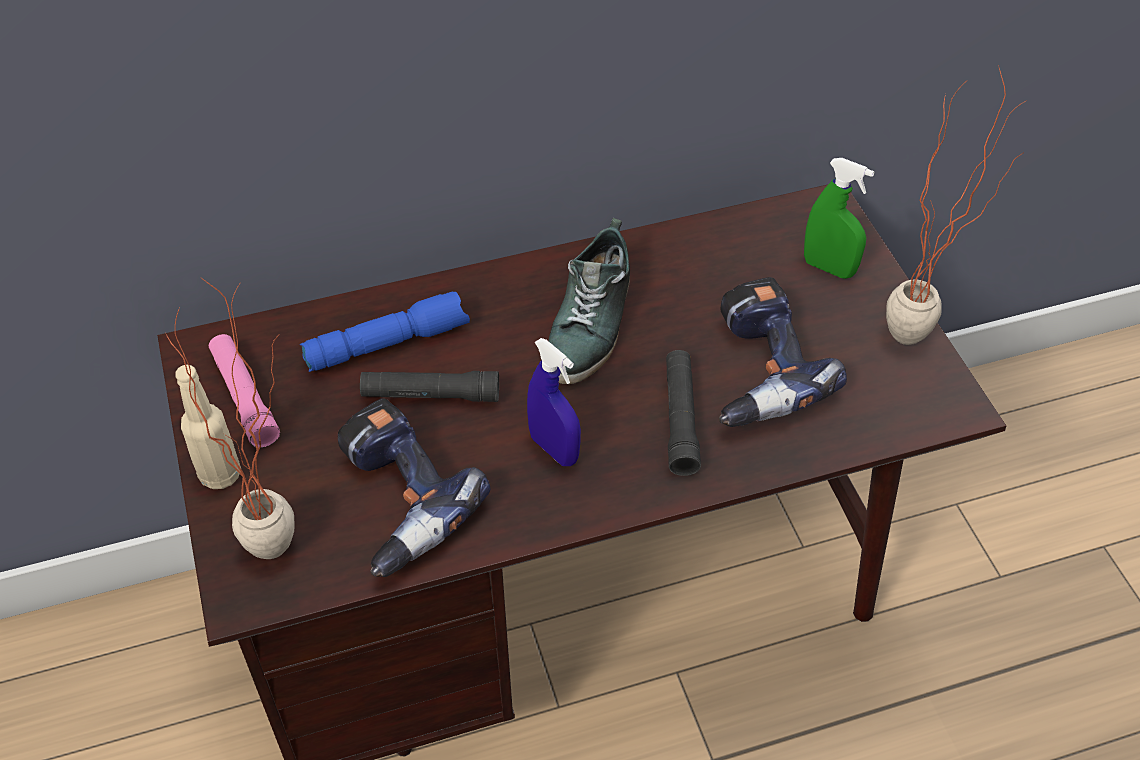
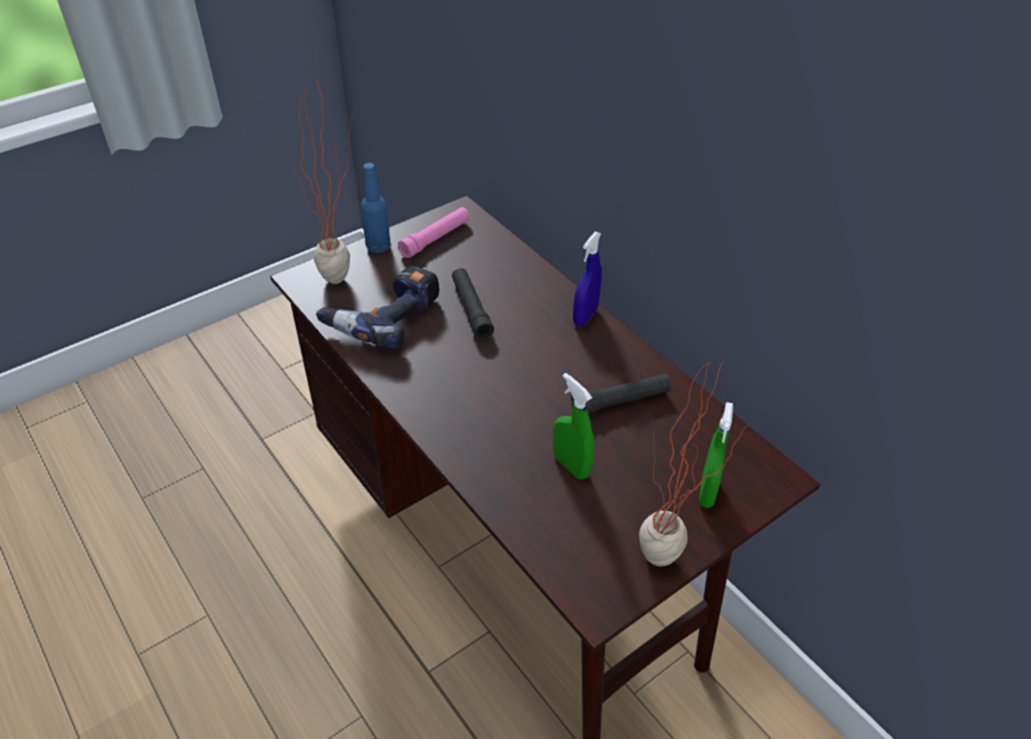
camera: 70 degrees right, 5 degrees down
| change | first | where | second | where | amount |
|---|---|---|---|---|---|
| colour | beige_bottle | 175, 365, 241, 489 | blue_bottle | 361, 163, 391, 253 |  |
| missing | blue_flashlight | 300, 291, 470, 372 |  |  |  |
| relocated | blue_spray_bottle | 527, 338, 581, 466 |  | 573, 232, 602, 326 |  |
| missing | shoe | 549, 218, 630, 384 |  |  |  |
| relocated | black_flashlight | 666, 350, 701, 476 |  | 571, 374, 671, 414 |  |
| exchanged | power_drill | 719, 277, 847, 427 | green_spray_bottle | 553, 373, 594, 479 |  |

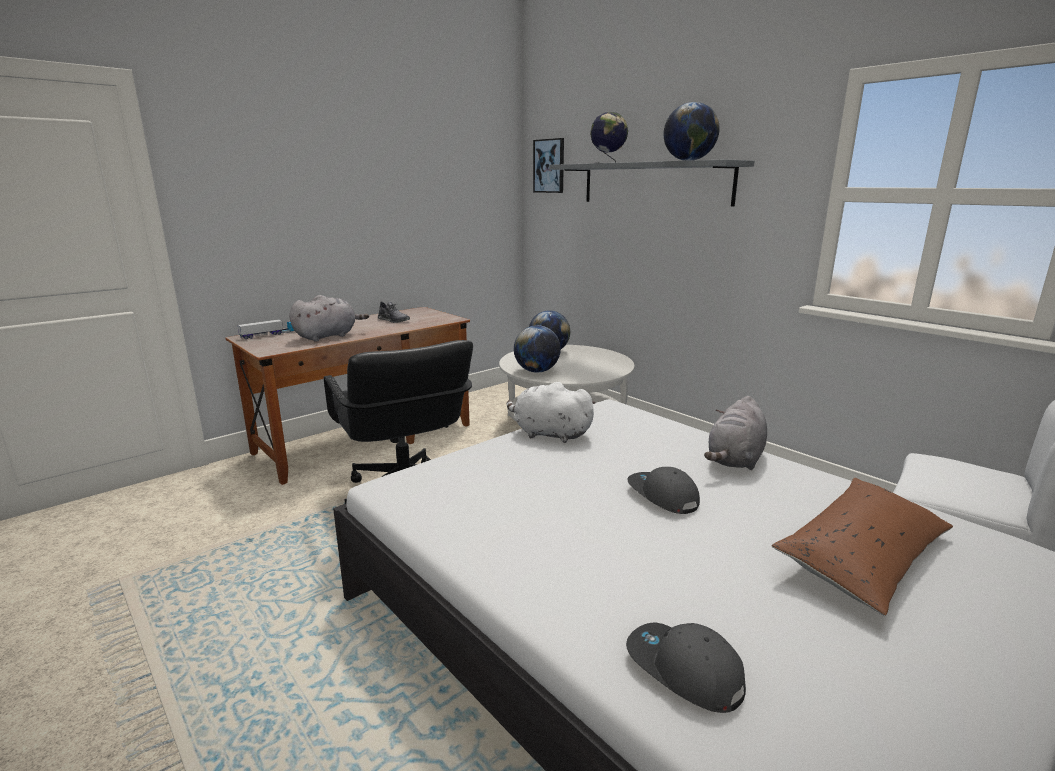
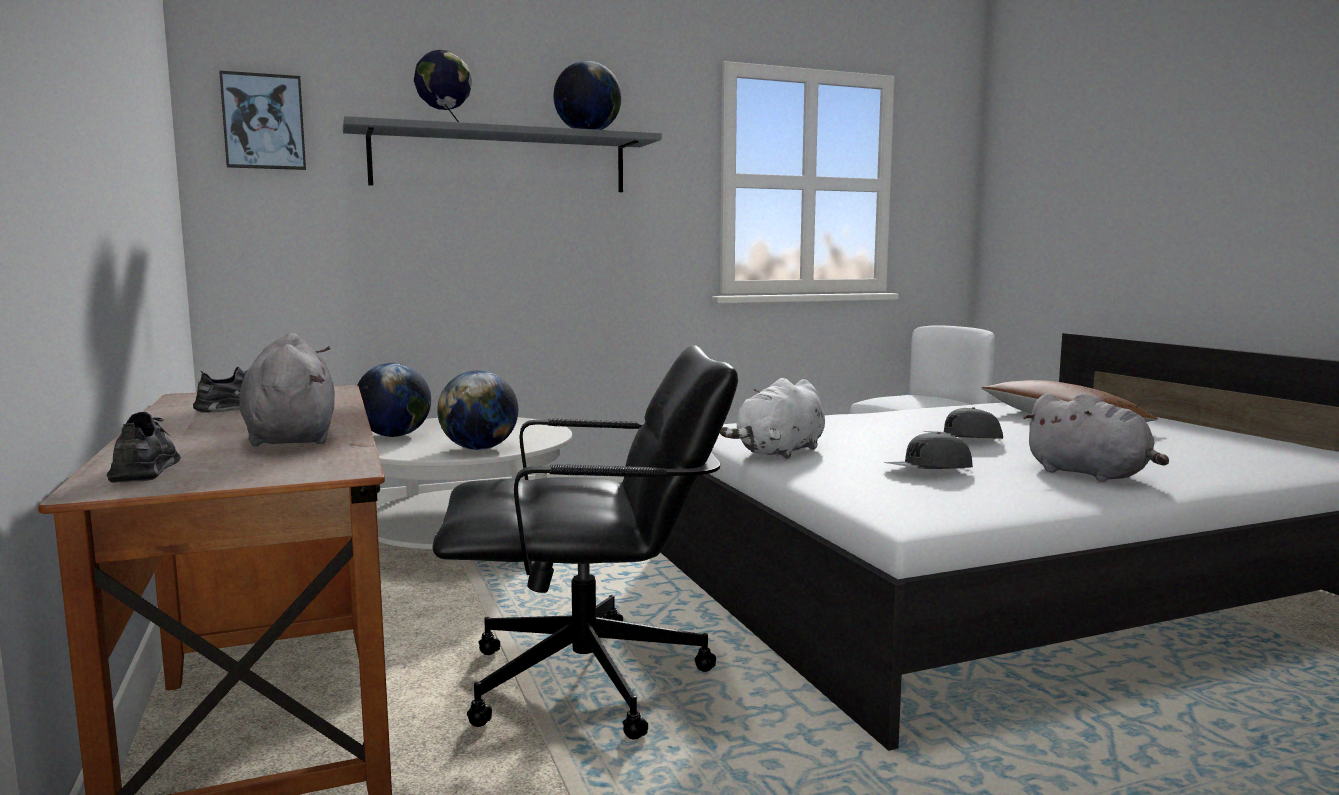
camera: 70 degrees left, 10 degrees down
| change | first | where | second | where | amount |
|---|---|---|---|---|---|
| exchanged | toy_truck | 238, 319, 294, 339 | grey_shoe | 107, 412, 181, 483 |  |
| relocated | grey_cap | 626, 623, 746, 713 |  | 884, 432, 973, 469 |  |
| relocated | grey_plush_toy | 704, 396, 767, 470 |  | 1023, 393, 1169, 482 |  |

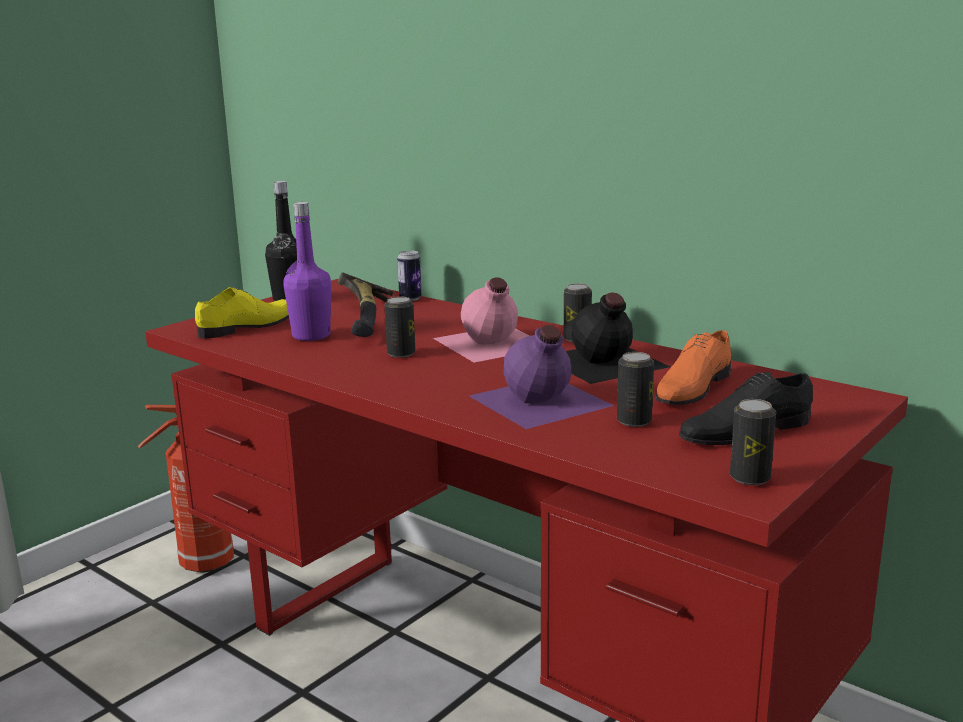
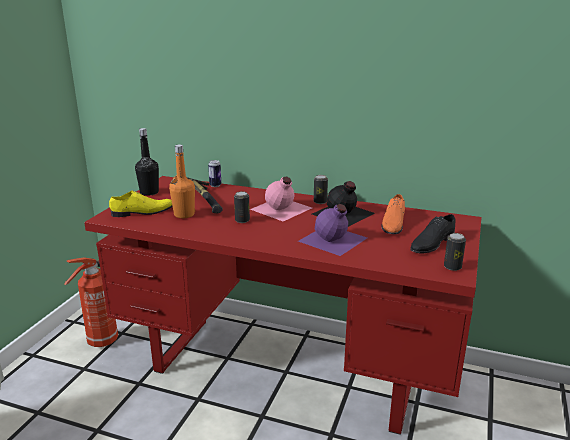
camera: 20 degrees left, 5 degrees up
| change | first | where | second | where | amount |
|---|---|---|---|---|---|
| spun | yellow_shoe | 195, 287, 289, 339 |  | 109, 191, 173, 217 | 45 degrees clockwise |
| colour | purple_bottle | 283, 202, 331, 341 | orange_bottle | 169, 145, 195, 218 |  |
| missing | can | 617, 352, 654, 427 |  |  |  |

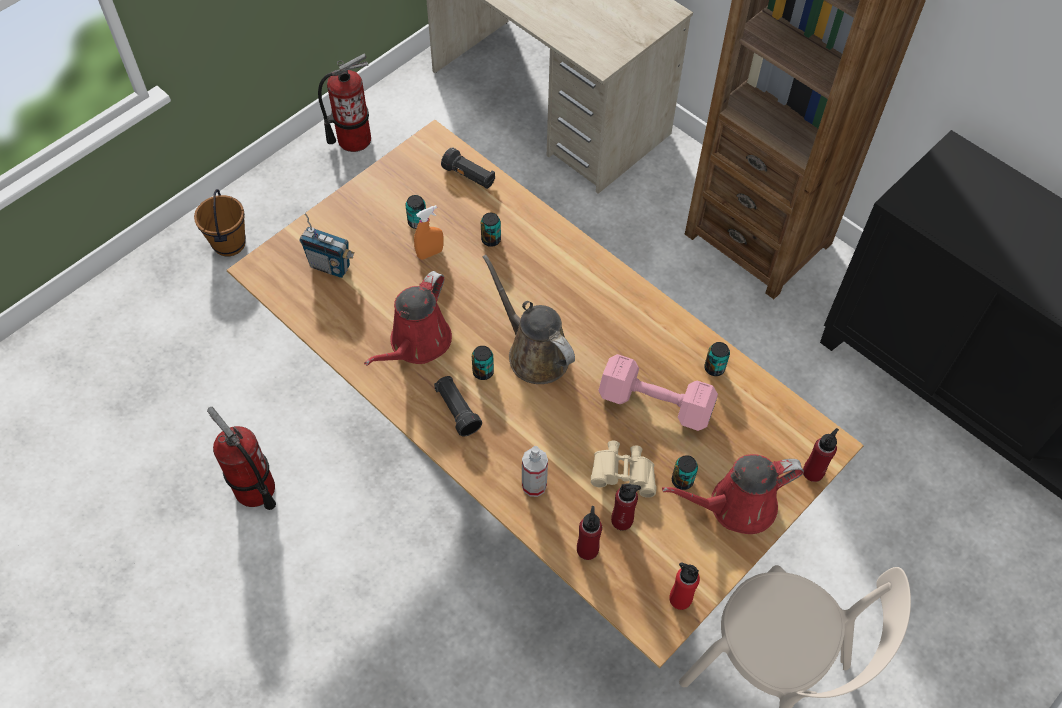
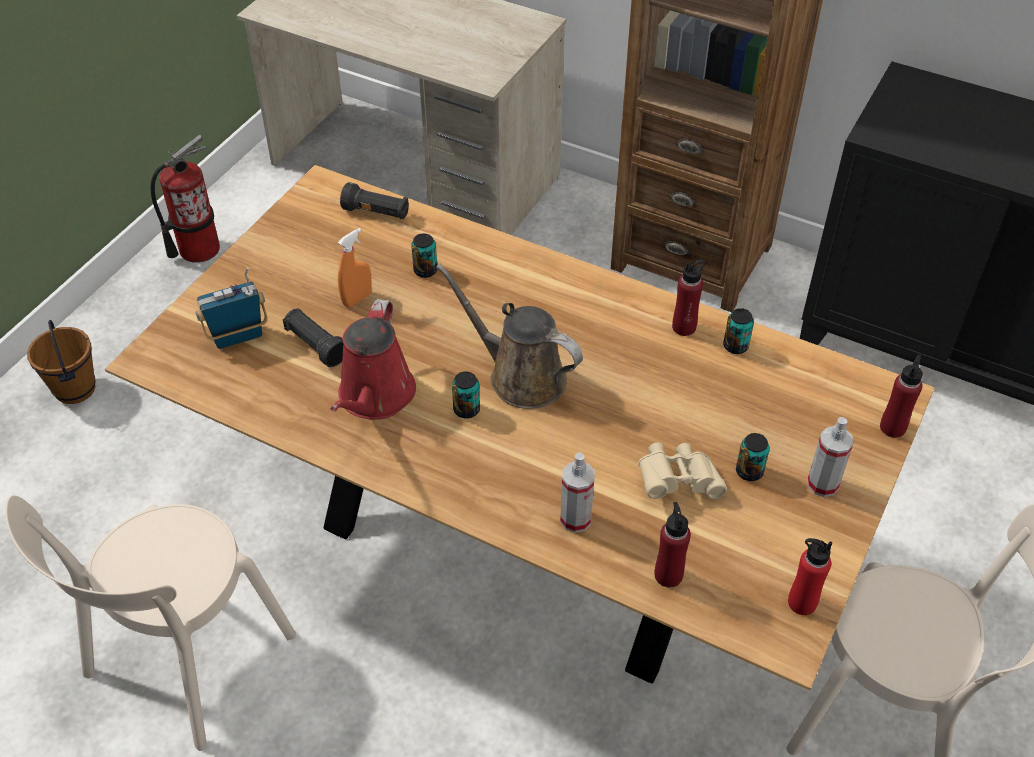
camera: 15 degrees left, 10 degrees down
| change | first | where | second | where | amount |
|---|---|---|---|---|---|
| exchanged | fire_extinguisher | 207, 407, 276, 510 | beige_chair | 5, 495, 296, 751 |  |
| spun | radio | 300, 213, 355, 278 |  | 195, 267, 268, 349 | 150 degrees clockwise |
| missing | can | 405, 195, 426, 229 |  |  |  |
| relocated | black_flashlight | 434, 376, 482, 436 |  | 283, 308, 343, 367 |  |
| missing | pink_dumbbell | 598, 354, 718, 431 |  |  |  |
| relocated | red_bottle | 611, 483, 641, 530 |  | 672, 259, 707, 336 |  |
| exchanged | red_watering_can | 662, 454, 804, 534 | spray_bottle | 807, 417, 853, 497 |  |

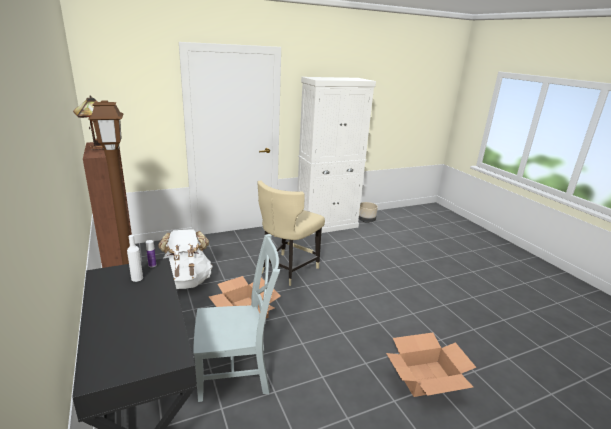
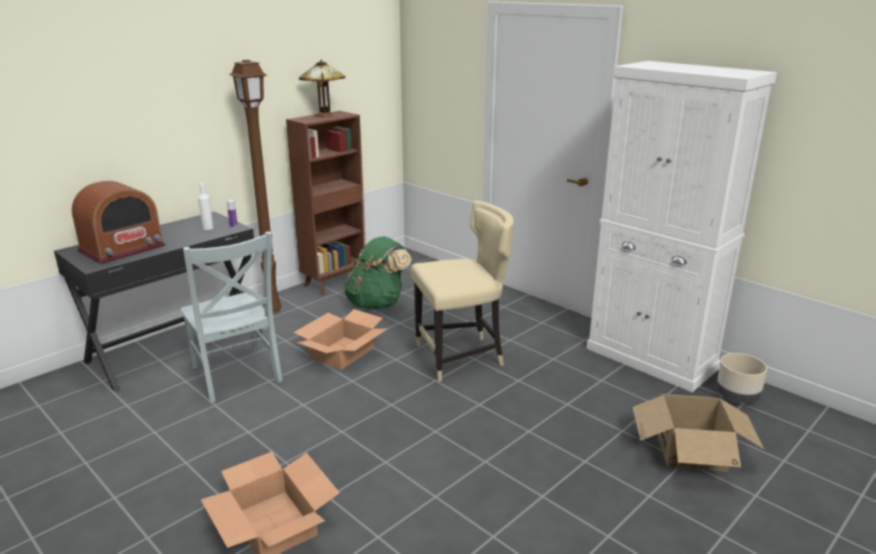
camera: 70 degrees right, 0 degrees up
| change | first | where | second | where | amount |
|---|---|---|---|---|---|
| colour | white_backpack | 158, 229, 213, 289 | green_backpack | 343, 236, 412, 310 |  |
| spun | beige_chair | 258, 180, 325, 286 |  | 411, 201, 514, 382 | 150 degrees clockwise |
| appeared |  |  | radio | 72, 181, 165, 264 |  |
| appeared |  |  | cardboard_box | 632, 394, 765, 472 |  |

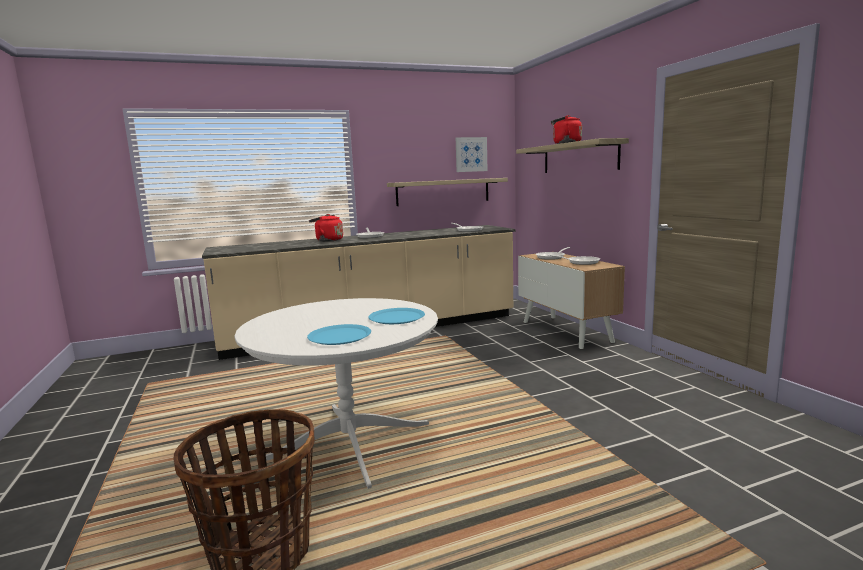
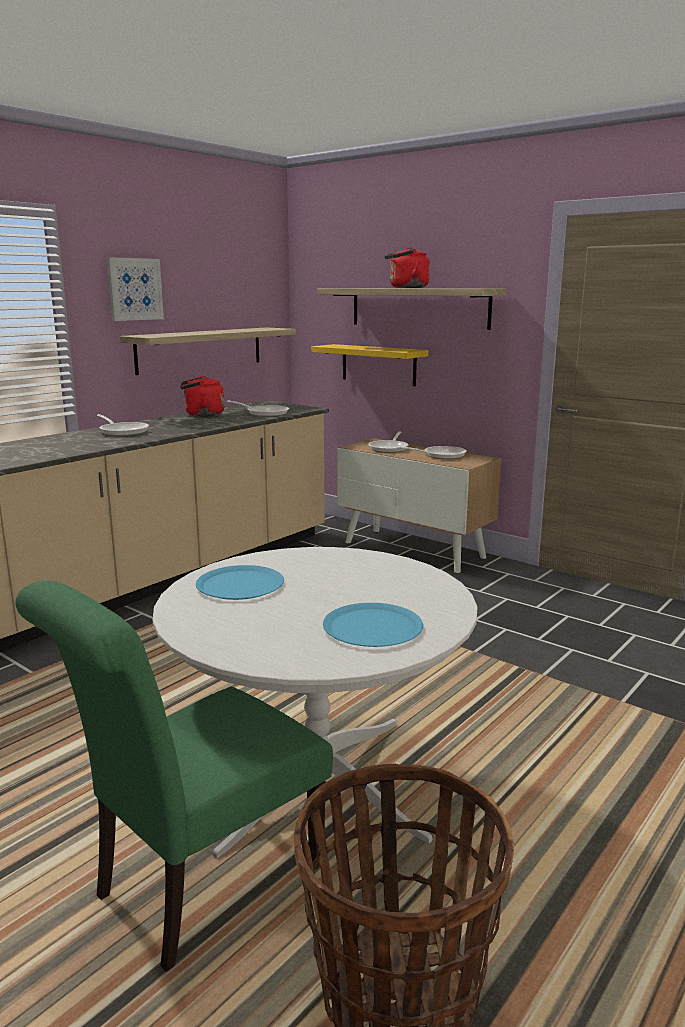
camera: 30 degrees left, 5 degrees up
| change | first | where | second | where | amount |
|---|---|---|---|---|---|
| relocated | red_kettle | 309, 214, 343, 242 |  | 180, 376, 225, 417 |  |
| relocated | blue_plate | 368, 308, 425, 324 |  | 196, 565, 284, 600 |  |
| relocated | picture | 456, 137, 487, 172 |  | 107, 257, 164, 321 |  |
| appeared |  |  | green_chair | 15, 580, 333, 972 |  |
| appeared |  |  | yellow_shelf | 311, 344, 428, 386 |  |

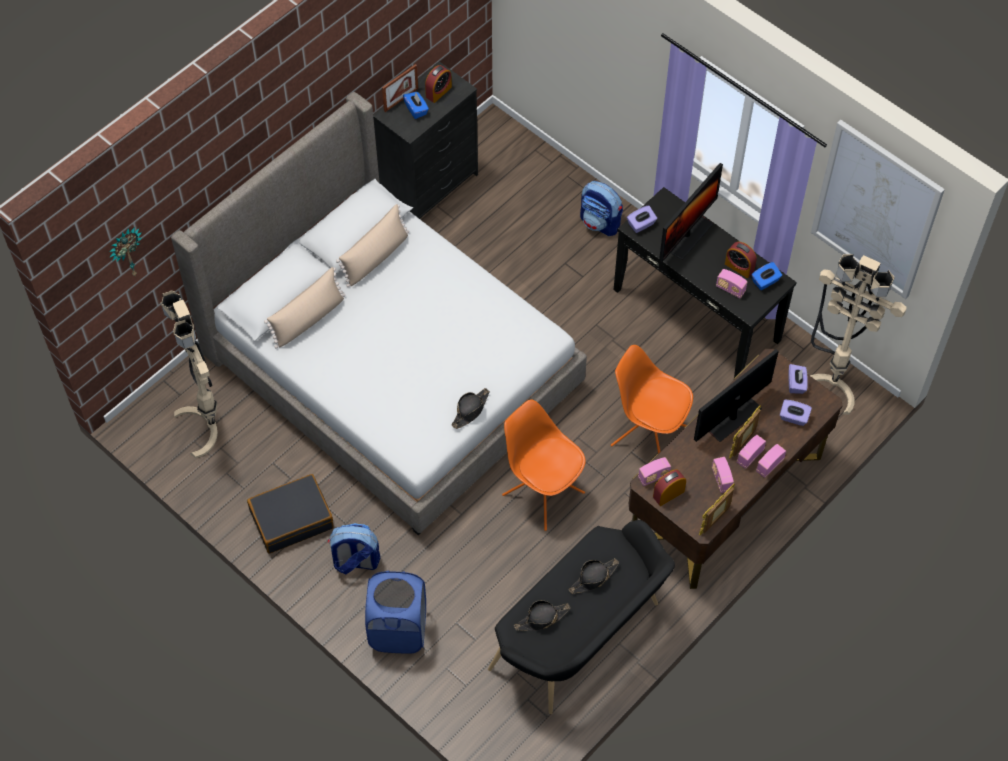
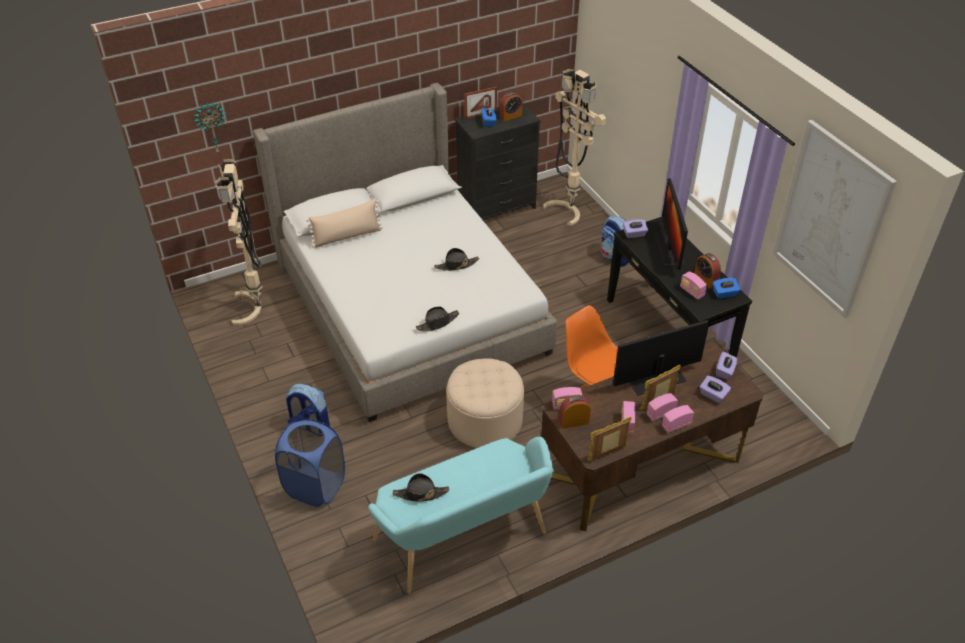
camera: 20 degrees right, 15 degrees down
| change | first | where | second | where | amount |
|---|---|---|---|---|---|
| missing | black_suitcase | 247, 474, 334, 554 |  |  |  |
| missing | beige_pillow | 336, 204, 409, 287 |  |  |  |
| colour | black_bench | 488, 520, 675, 714 | turquoise_bench | 368, 437, 554, 594 |  |
| exchanged | orange_chair | 502, 400, 586, 531 | beige_ottoman | 446, 359, 524, 448 |  |
| relocated | black_hat | 568, 558, 619, 594 |  | 434, 248, 479, 271 |  |
| spun | monitor | 659, 163, 723, 262 |  | 655, 178, 688, 270 | 120 degrees clockwise |
| relocated | beige_floor_lamp | 810, 254, 907, 415 |  | 543, 69, 606, 226 |  |

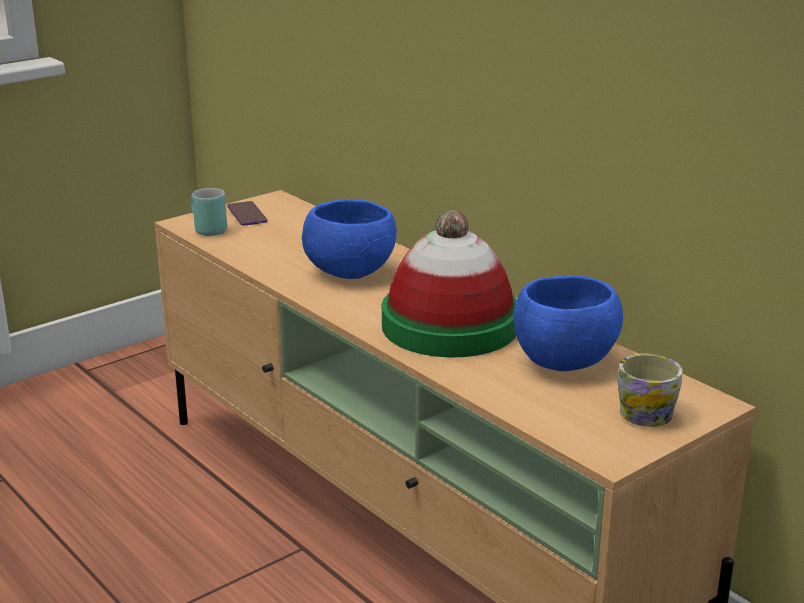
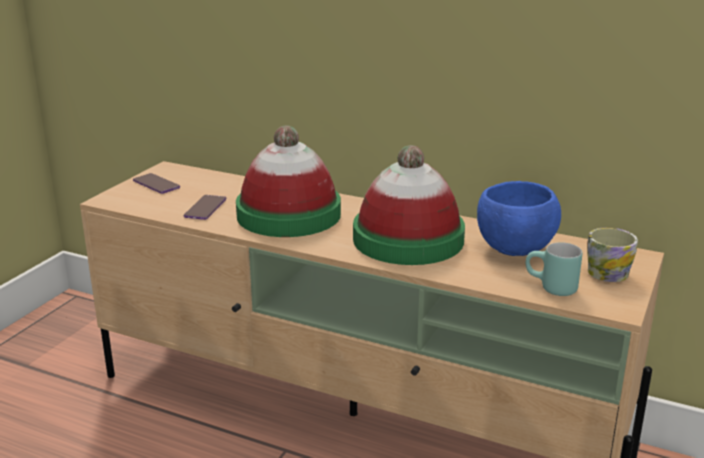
camera: 25 degrees left, 0 degrees up
| change | first | where | second | where | amount |
|---|---|---|---|---|---|
| relocated | turquoise_mug | 190, 188, 227, 236 |  | 526, 242, 582, 296 |  |
| exchanged | blue_bowl | 302, 199, 397, 279 | hat | 236, 125, 341, 237 |  |
| appeared |  |  | phone | 184, 195, 226, 220 |  |

